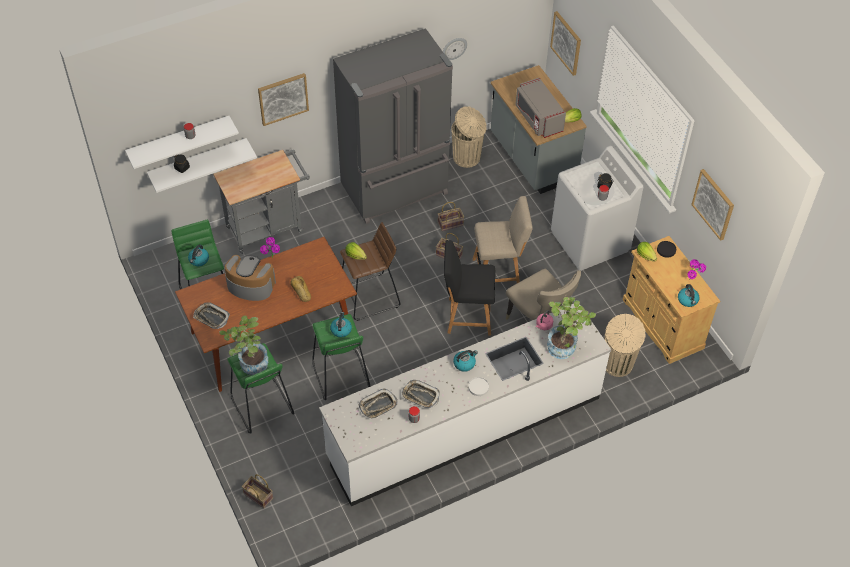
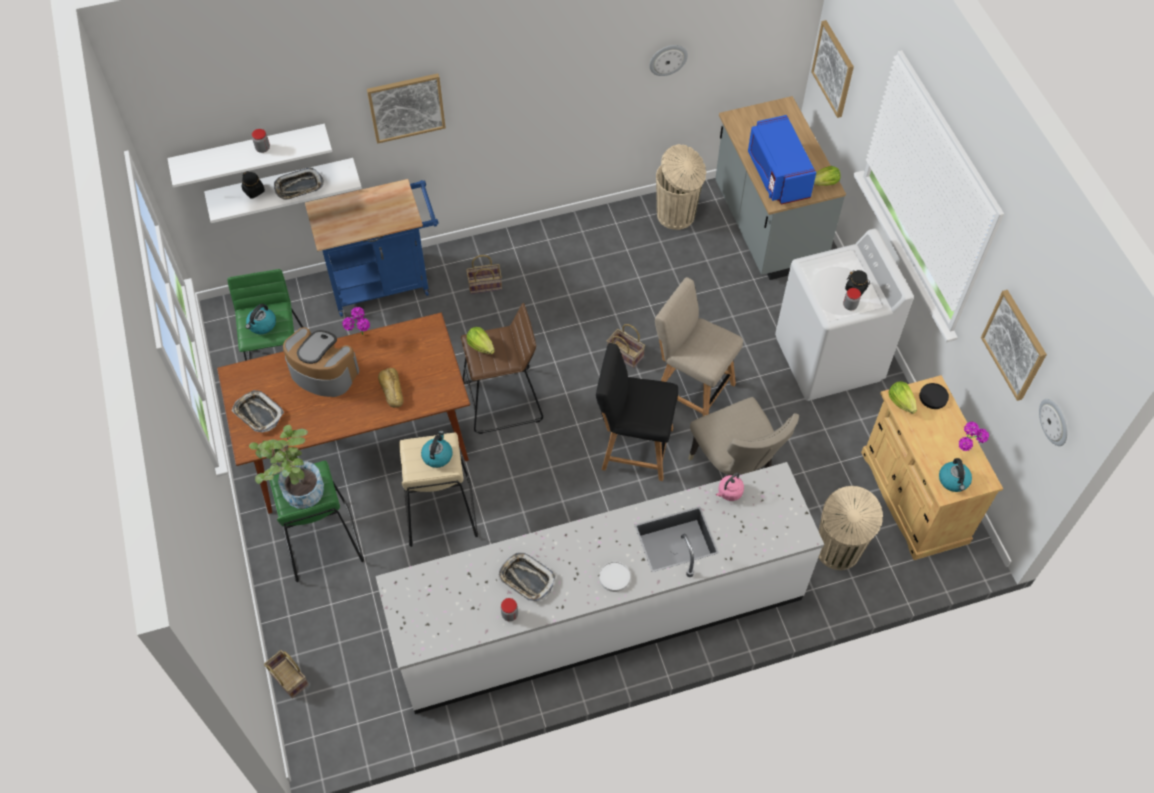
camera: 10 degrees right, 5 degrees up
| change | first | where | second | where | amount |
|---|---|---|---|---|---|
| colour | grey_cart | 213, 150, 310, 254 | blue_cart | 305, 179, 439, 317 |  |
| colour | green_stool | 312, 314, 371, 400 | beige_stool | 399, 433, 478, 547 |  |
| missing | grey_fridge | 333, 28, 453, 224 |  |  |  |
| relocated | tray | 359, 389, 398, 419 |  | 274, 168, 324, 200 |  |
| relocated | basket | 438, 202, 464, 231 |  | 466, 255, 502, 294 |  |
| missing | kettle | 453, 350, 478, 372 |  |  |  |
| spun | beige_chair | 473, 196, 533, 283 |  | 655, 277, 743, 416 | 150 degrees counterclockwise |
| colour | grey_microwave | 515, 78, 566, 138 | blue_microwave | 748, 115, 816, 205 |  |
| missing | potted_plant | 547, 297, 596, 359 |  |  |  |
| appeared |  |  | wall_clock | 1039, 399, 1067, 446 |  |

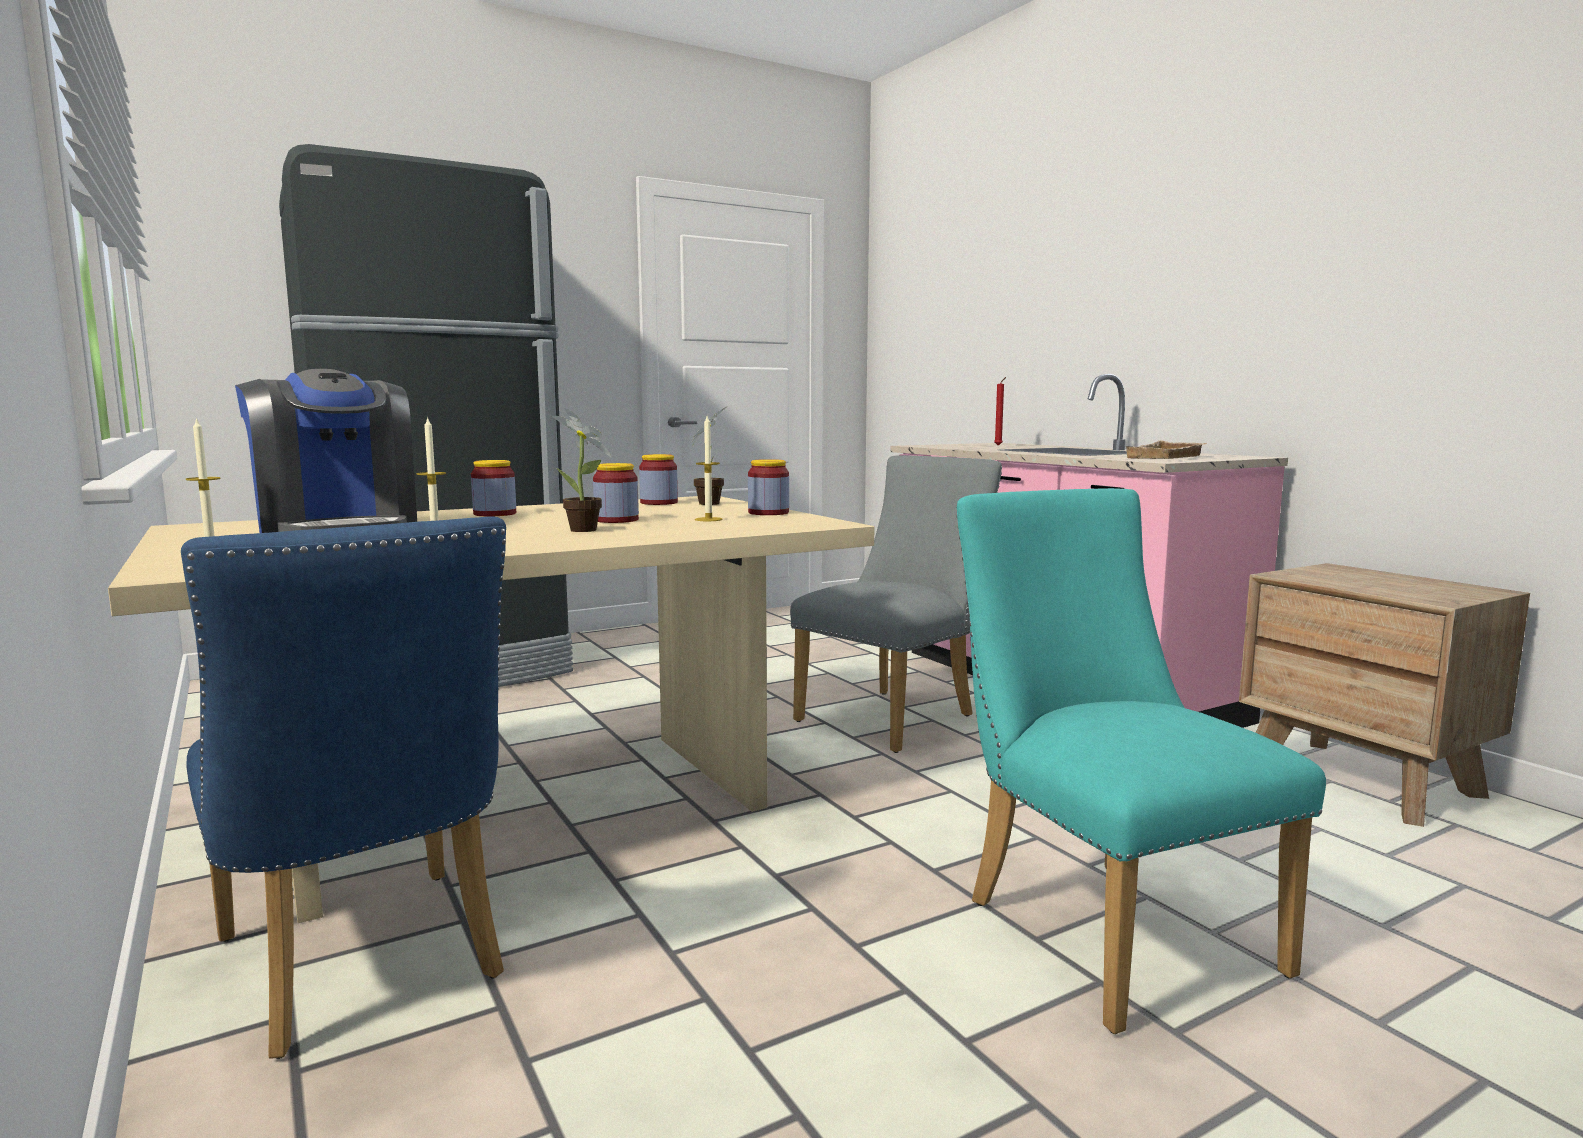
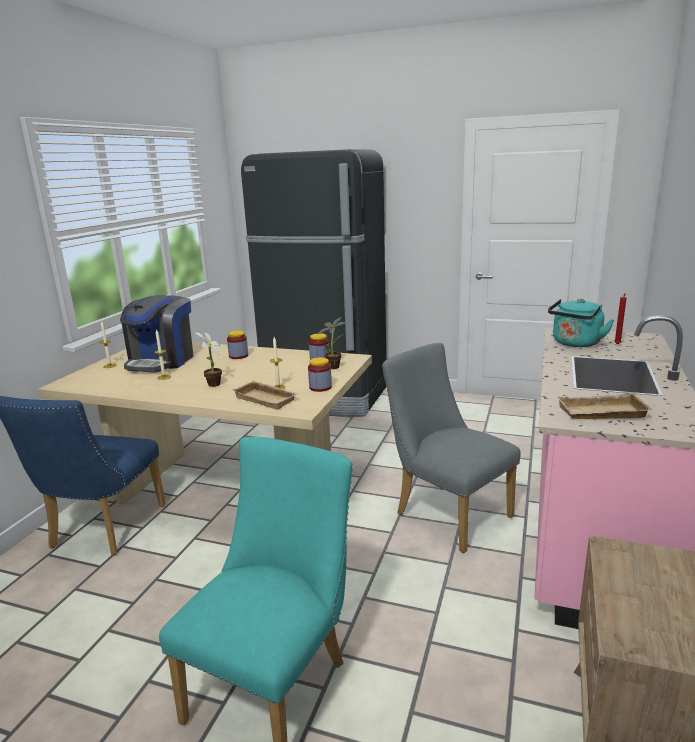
camera: 50 degrees right, 10 degrees up
| change | first | where | second | where | amount |
|---|---|---|---|---|---|
| missing | jar | 593, 463, 639, 523 |  |  |  |
| spun | grey_chair | 790, 455, 1002, 753 |  | 382, 343, 521, 553 | 135 degrees counterclockwise |
| appeared |  |  | beige_tray | 232, 381, 299, 410 |  |
| appeared |  |  | turquoise_kettle | 548, 299, 614, 347 |  |

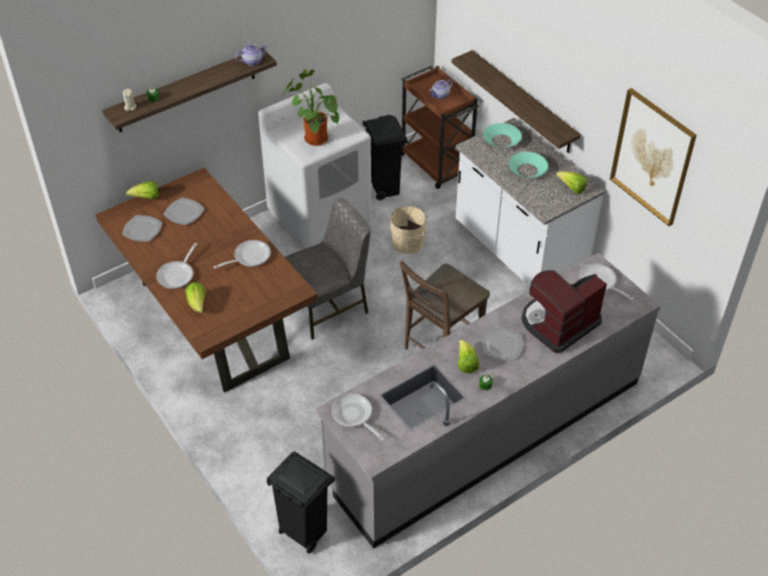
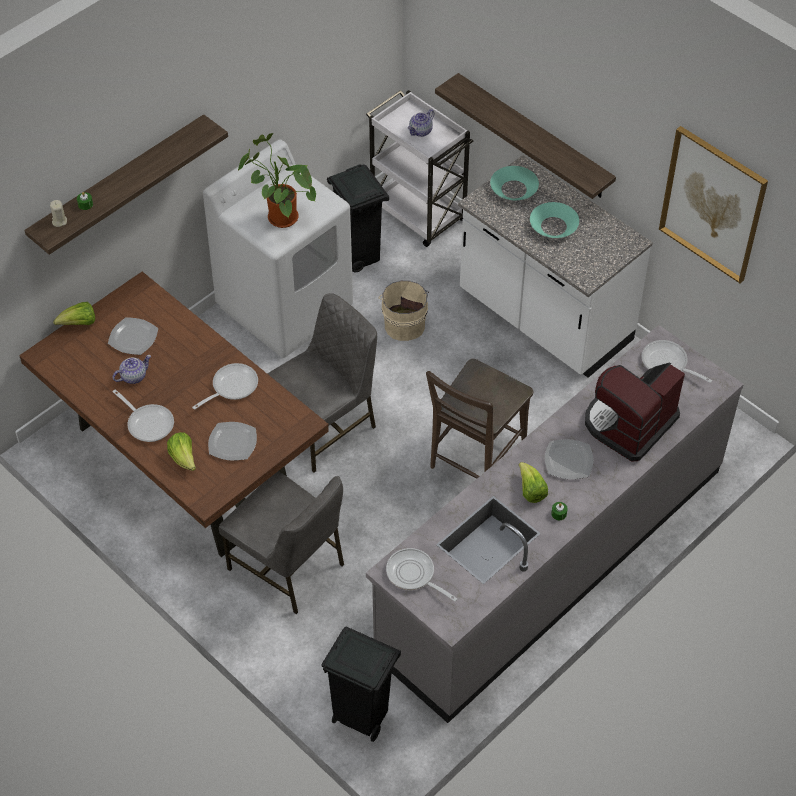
camera: 10 degrees left, 5 degrees up
| change | first | where | second | where | amount |
|---|---|---|---|---|---|
| relocated | plate | 122, 215, 162, 242 |  | 208, 422, 257, 461 |  |
| spun | frying_pan | 156, 243, 197, 289 |  | 112, 389, 174, 442 | 60 degrees counterclockwise |
| relocated | teapot | 235, 44, 268, 66 |  | 113, 355, 151, 384 |  |
| colour | brown_cart | 401, 66, 479, 189 | white_cart | 366, 90, 474, 247 |  |
| missing | lettuce | 556, 171, 587, 194 |  |  |  |
| appeared |  |  | grey_chair | 219, 471, 344, 614 |  |

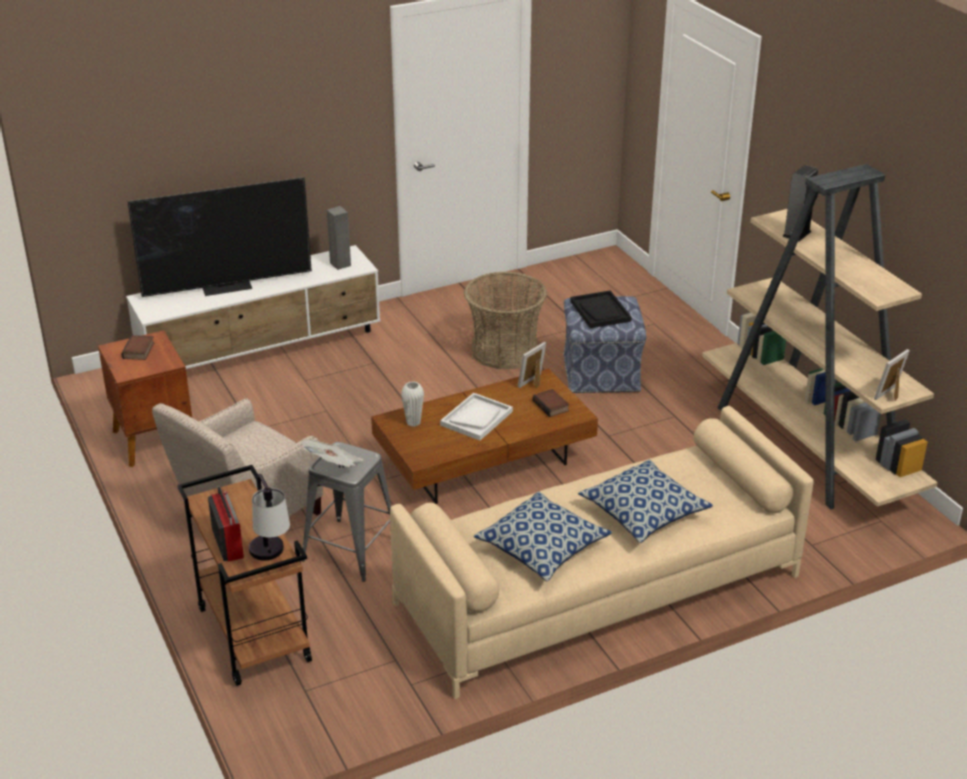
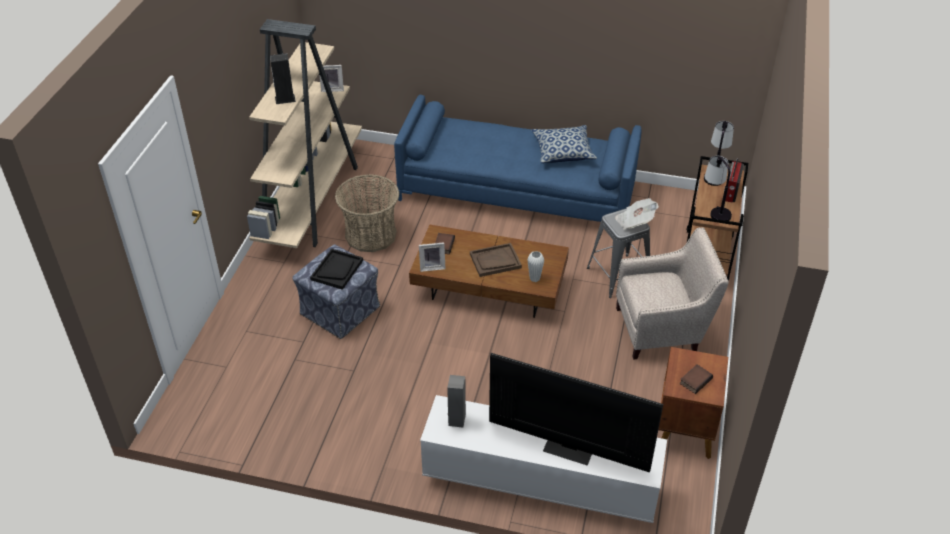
camera: 140 degrees left, 10 degrees up
| change | first | where | second | where | amount |
|---|---|---|---|---|---|
| colour | beige_sofa | 390, 406, 814, 699 | blue_sofa | 394, 95, 642, 222 |  |
| colour | white_tray | 440, 393, 513, 440 | brown_tray | 470, 243, 522, 277 |  |
| relocated | basket | 464, 271, 547, 369 |  | 335, 174, 400, 252 |  |
| missing | pillow | 578, 460, 713, 543 |  |  |  |
| appeared |  |  | table_lamp | 705, 156, 732, 221 |  |

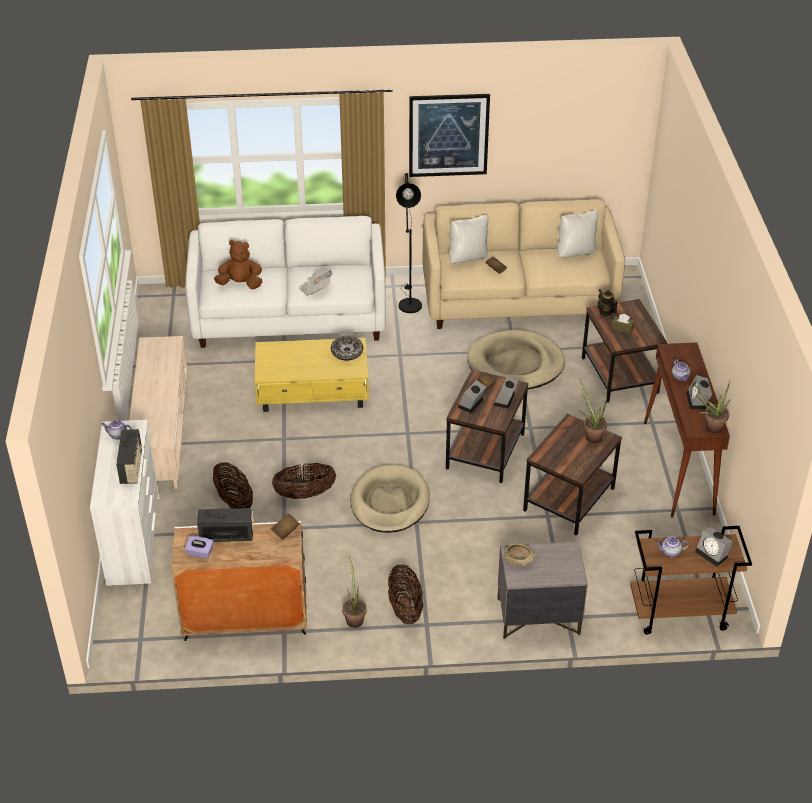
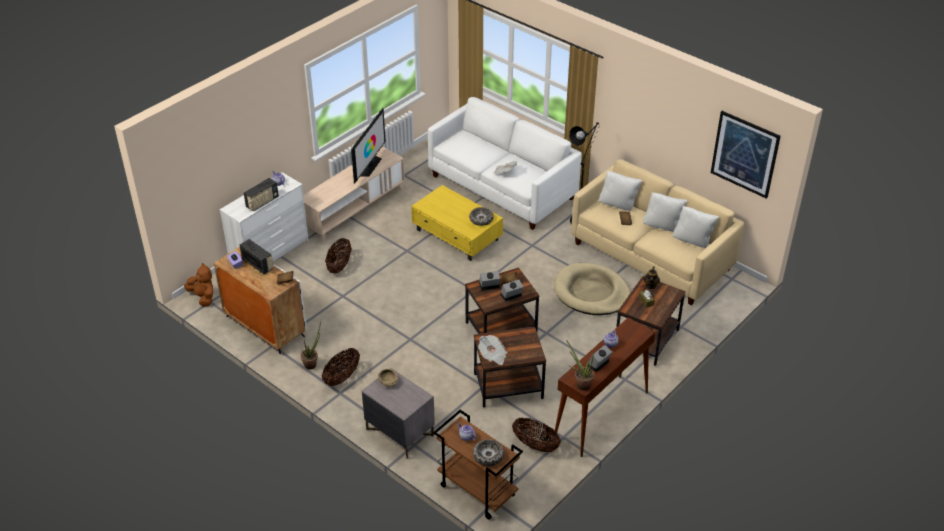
camera: 45 degrees right, 0 degrees up
| change | first | where | second | where | amount |
|---|---|---|---|---|---|
| relocated | brown_plush_toy | 214, 240, 262, 289 |  | 184, 263, 213, 306 |  |
| relocated | basket | 272, 463, 336, 499 |  | 512, 418, 561, 452 |  |
| missing | beige_dog_bed | 351, 465, 430, 533 |  |  |  |
| relocated | picture | 409, 94, 490, 177 |  | 711, 111, 781, 199 |  |
| missing | potted_plant | 579, 378, 607, 443 |  |  |  |
| exchanged | alarm_clock | 695, 527, 733, 567 | bowl | 473, 439, 504, 466 |  |
| appeared |  |  | television | 351, 108, 386, 184 |  |
| appeared |  |  | newspaper | 478, 335, 507, 365 |  |
| appeared |  |  | white_pillow | 643, 192, 688, 232 |  |

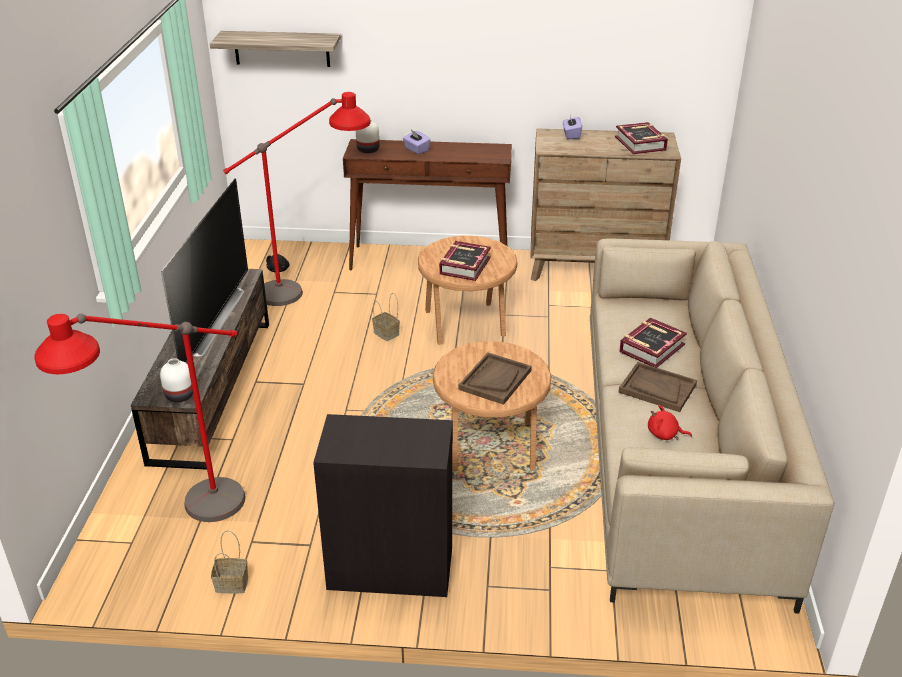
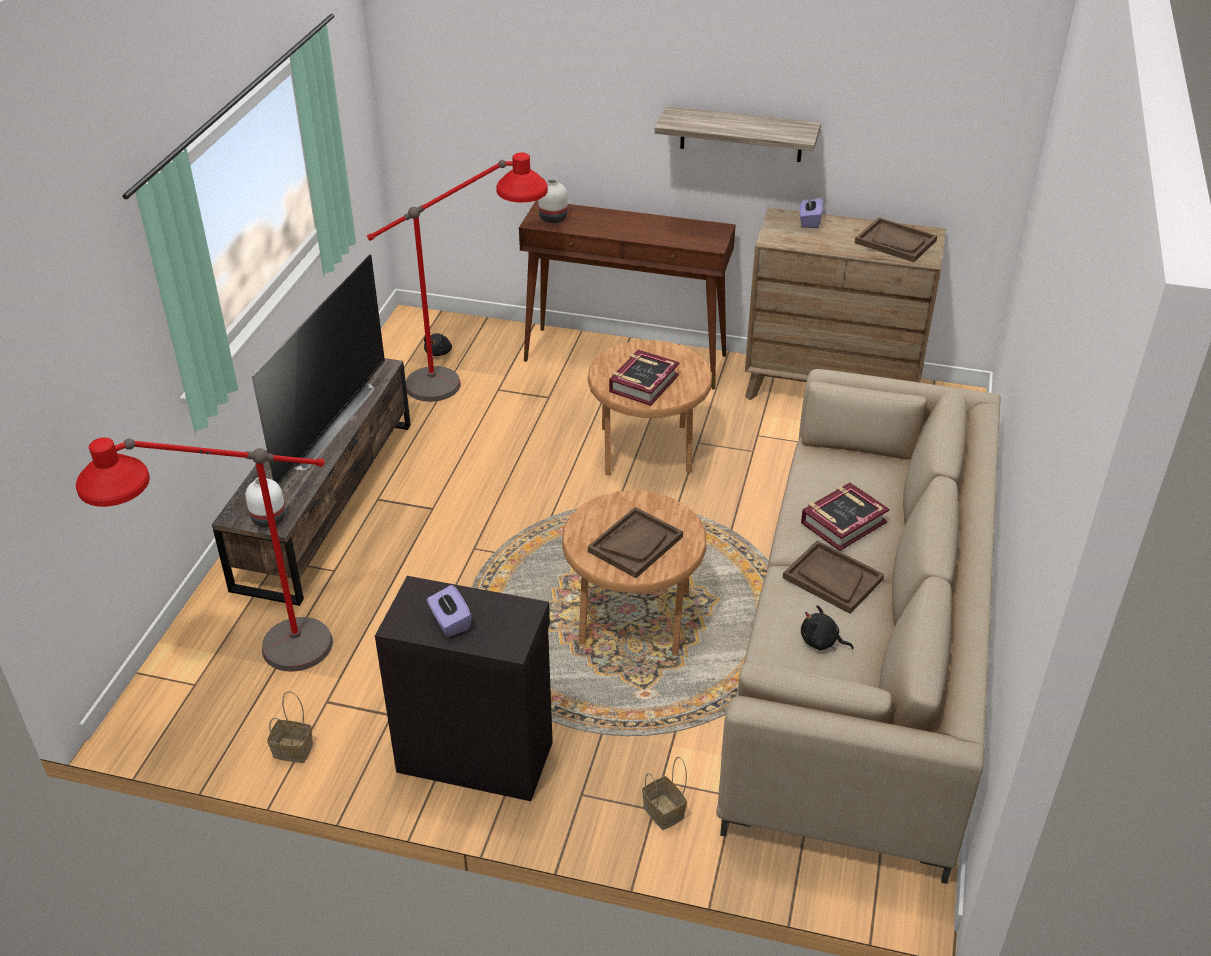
camera: 10 degrees right, 5 degrees up
| change | first | where | second | where | amount |
|---|---|---|---|---|---|
| relocated | shelf | 210, 31, 341, 67 |  | 655, 106, 821, 162 |  |
| relocated | basket | 372, 293, 400, 341 |  | 642, 757, 687, 830 |  |
| relocated | purple_tissue_box | 403, 130, 431, 154 |  | 427, 585, 472, 637 |  |
| exchanged | book | 615, 122, 668, 154 | brown_tray | 855, 218, 937, 262 |  |
| colour | red_plush_toy | 648, 405, 692, 440 | black_plush_toy | 801, 605, 854, 651 |  |

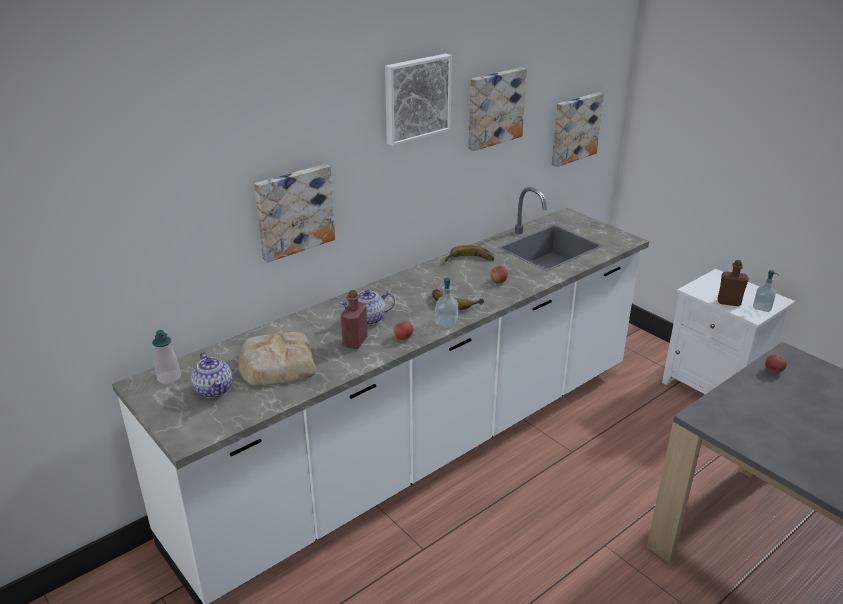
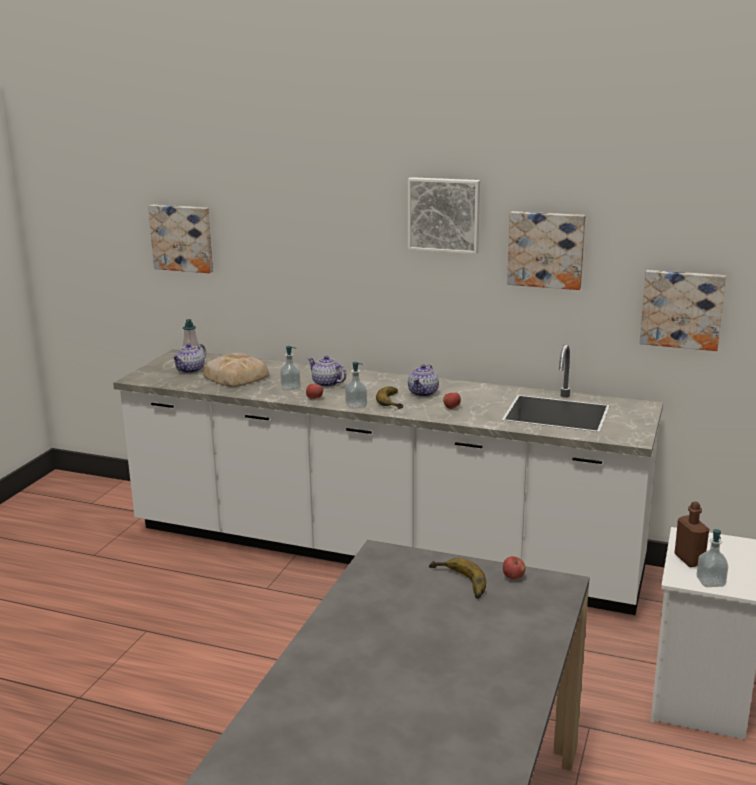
camera: 60 degrees right, 10 degrees down
| change | first | where | second | where | amount |
|---|---|---|---|---|---|
| relocated | picture | 254, 164, 335, 262 |  | 148, 205, 213, 273 |  |
| exchanged | red_bottle | 341, 290, 368, 349 | soap_dispenser | 280, 346, 301, 390 |  |
| relocated | banana | 445, 245, 494, 262 |  | 429, 558, 486, 599 |  |
| appeared |  |  | teapot | 408, 364, 439, 397 |  |

